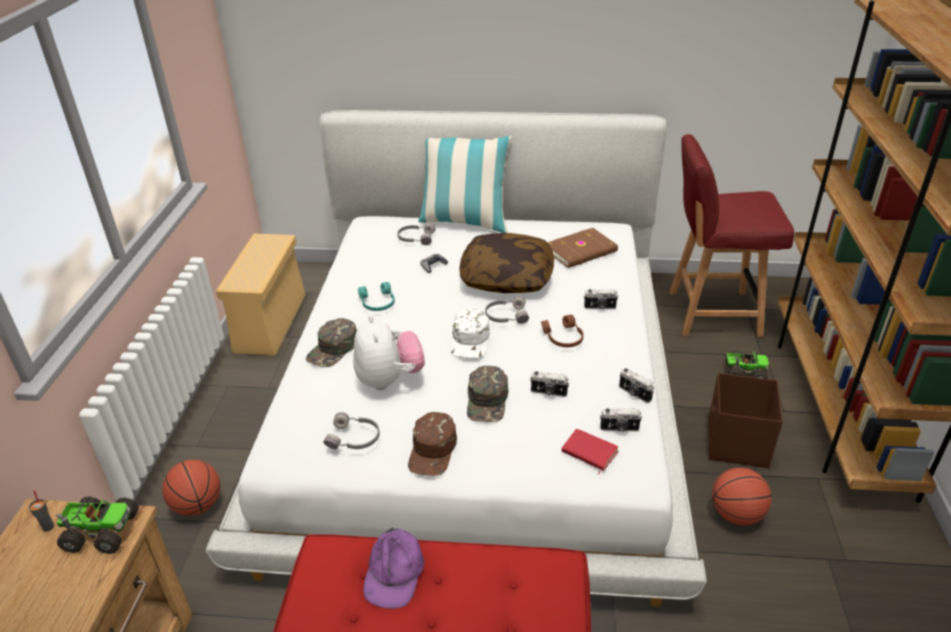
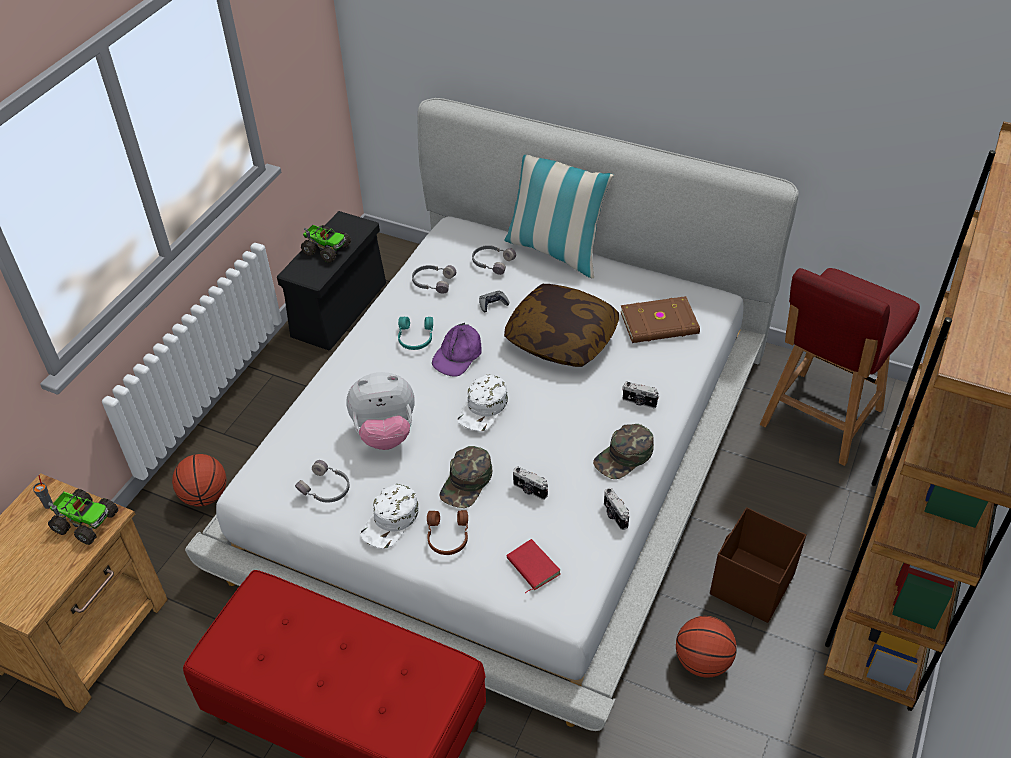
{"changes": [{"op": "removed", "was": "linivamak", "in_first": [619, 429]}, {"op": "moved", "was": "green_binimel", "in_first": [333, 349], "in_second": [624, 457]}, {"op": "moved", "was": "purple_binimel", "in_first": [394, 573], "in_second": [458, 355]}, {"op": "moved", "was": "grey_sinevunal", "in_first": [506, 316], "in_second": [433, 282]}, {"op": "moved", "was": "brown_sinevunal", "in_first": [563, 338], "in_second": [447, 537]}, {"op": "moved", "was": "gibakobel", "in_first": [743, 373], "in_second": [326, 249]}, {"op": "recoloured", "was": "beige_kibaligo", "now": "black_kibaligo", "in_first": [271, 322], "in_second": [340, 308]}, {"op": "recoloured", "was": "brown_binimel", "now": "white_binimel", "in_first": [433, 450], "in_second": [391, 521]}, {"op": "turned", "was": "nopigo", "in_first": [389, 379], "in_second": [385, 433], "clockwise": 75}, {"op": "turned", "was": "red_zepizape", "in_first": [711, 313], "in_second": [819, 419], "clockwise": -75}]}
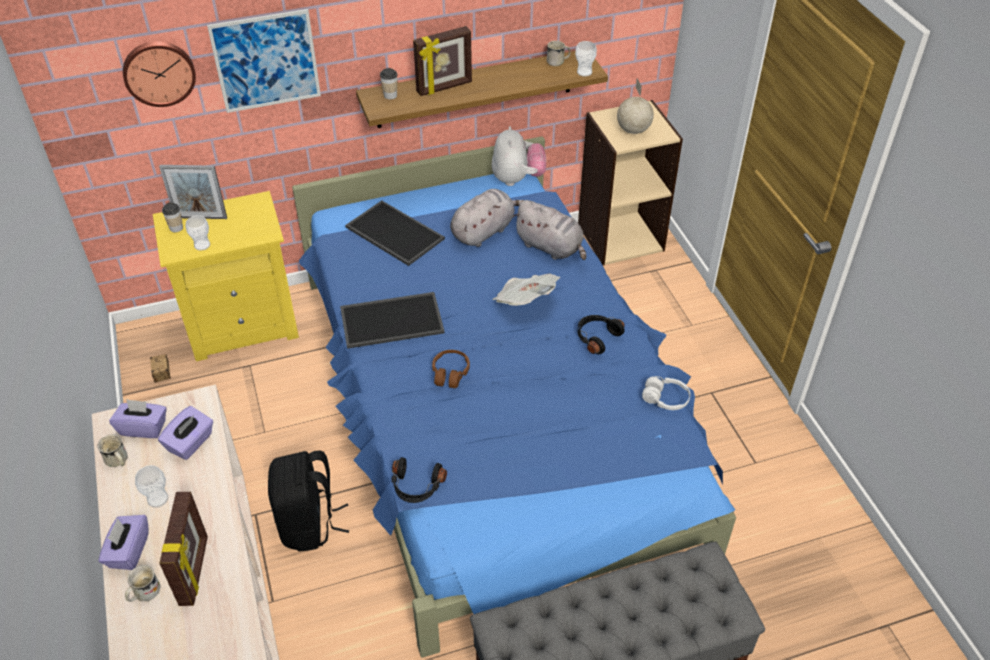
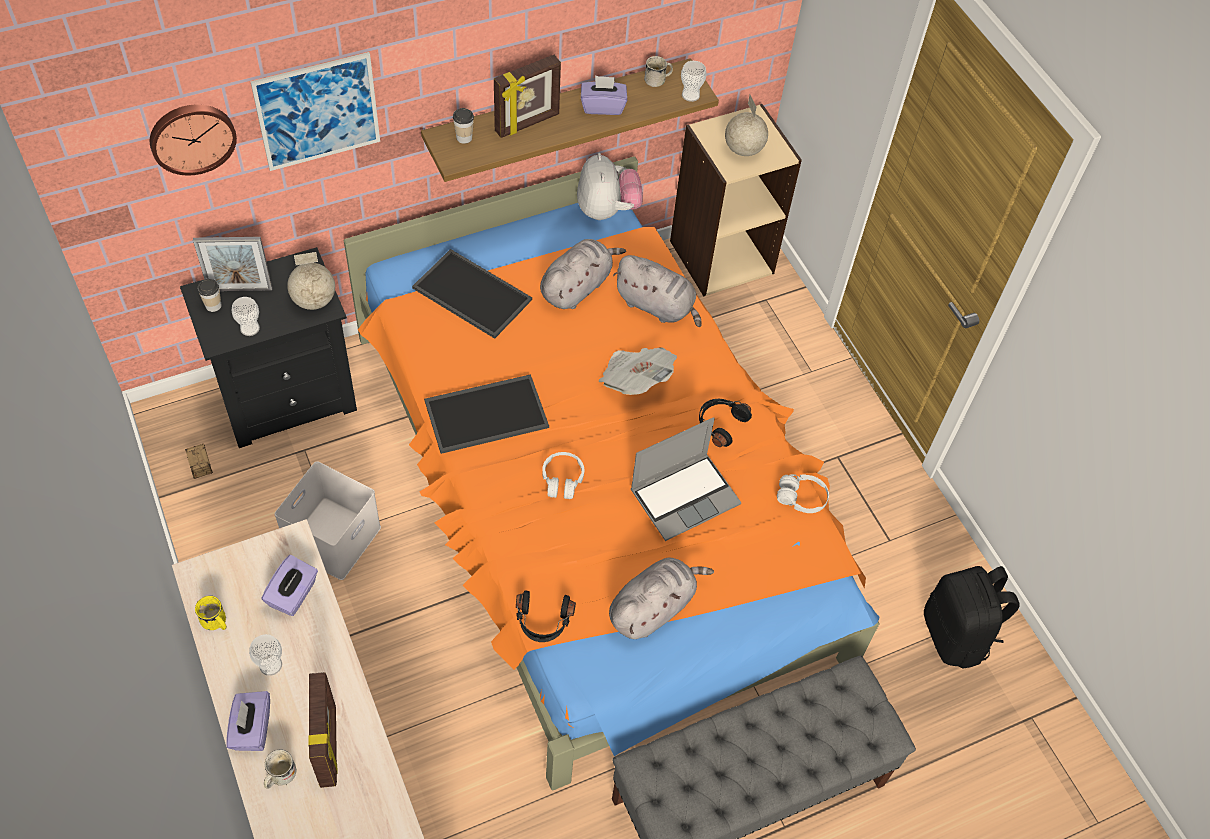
{"changes": [{"op": "added", "now": "white_kibaligo", "in_second": [332, 536]}, {"op": "added", "now": "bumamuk", "in_second": [313, 300]}, {"op": "added", "now": "grey_nopigo", "in_second": [653, 607]}, {"op": "added", "now": "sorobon", "in_second": [685, 496]}, {"op": "moved", "was": "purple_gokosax", "in_first": [143, 428], "in_second": [602, 106]}, {"op": "moved", "was": "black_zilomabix", "in_first": [309, 524], "in_second": [956, 635]}, {"op": "recoloured", "was": "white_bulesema", "now": "yellow_bulesema", "in_first": [118, 461], "in_second": [216, 623]}, {"op": "recoloured", "was": "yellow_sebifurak", "now": "black_sebifurak", "in_first": [243, 325], "in_second": [287, 397]}, {"op": "recoloured", "was": "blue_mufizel", "now": "orange_mufizel", "in_first": [492, 412], "in_second": [595, 495]}, {"op": "recoloured", "was": "brown_sinevunal", "now": "white_sinevunal", "in_first": [450, 373], "in_second": [562, 480]}]}
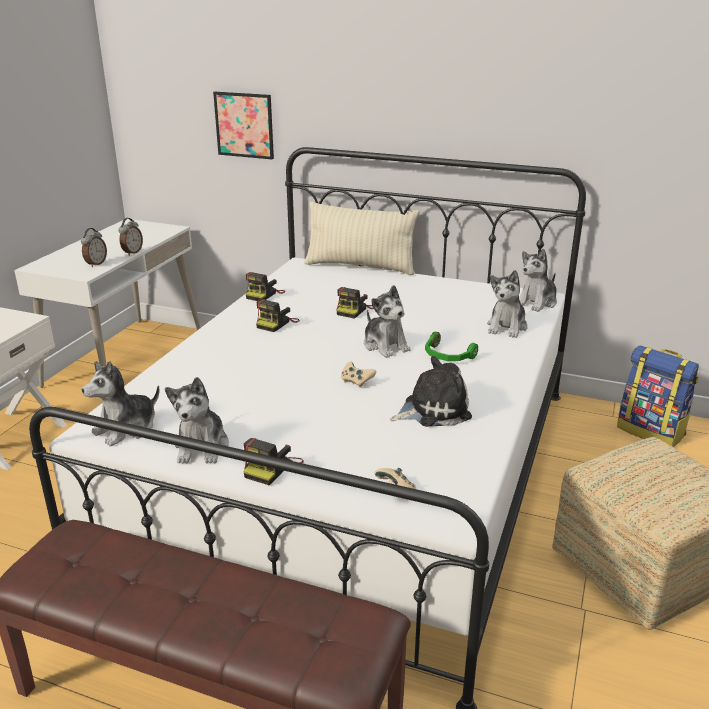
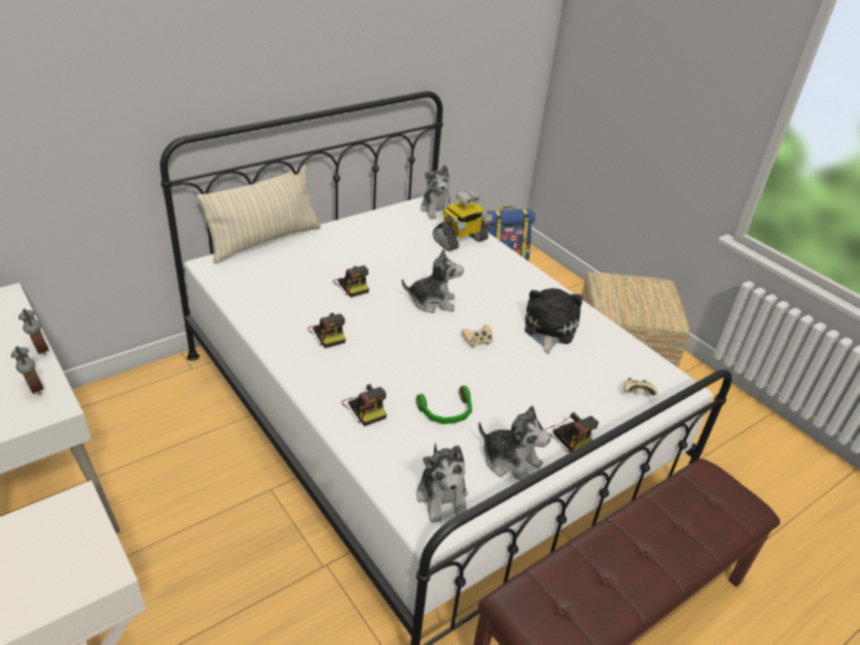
{"changes": [{"op": "removed", "was": "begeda", "in_first": [244, 125]}, {"op": "moved", "was": "linivamak", "in_first": [264, 295], "in_second": [365, 408]}, {"op": "moved", "was": "green_sinevunal", "in_first": [447, 356], "in_second": [446, 412]}, {"op": "replaced", "was": "nopigo", "now": "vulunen", "in_first": [507, 327], "in_second": [460, 240]}]}
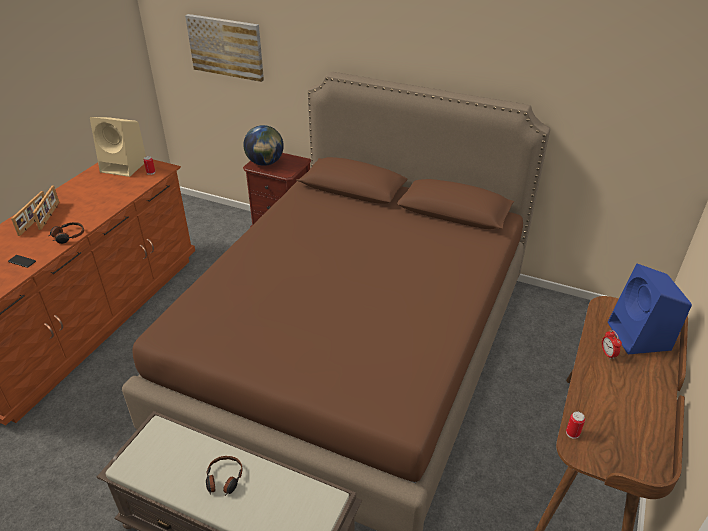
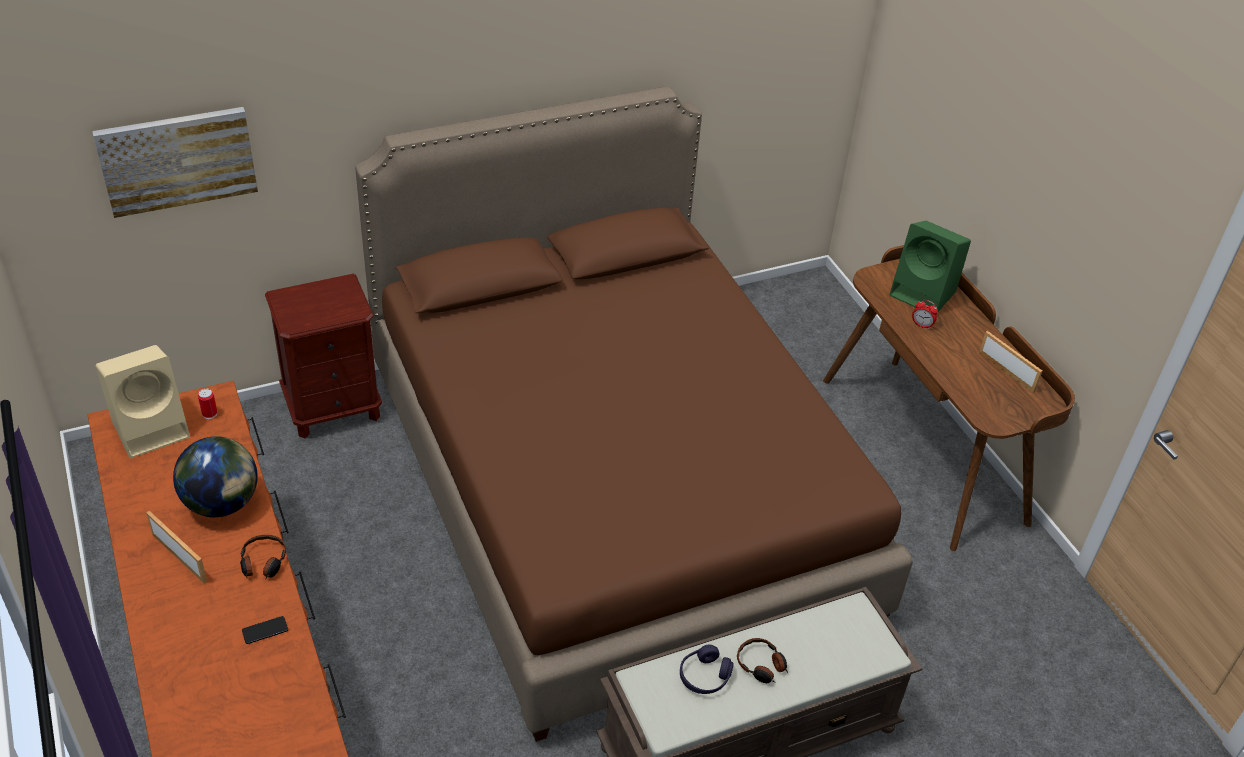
{"changes": [{"op": "removed", "was": "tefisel", "in_first": [572, 433]}, {"op": "added", "now": "purple_sinevunal", "in_second": [704, 676]}, {"op": "moved", "was": "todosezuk", "in_first": [34, 221], "in_second": [1007, 371]}, {"op": "moved", "was": "bumamuk", "in_first": [265, 163], "in_second": [222, 503]}, {"op": "recoloured", "was": "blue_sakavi", "now": "green_sakavi", "in_first": [640, 337], "in_second": [924, 294]}]}
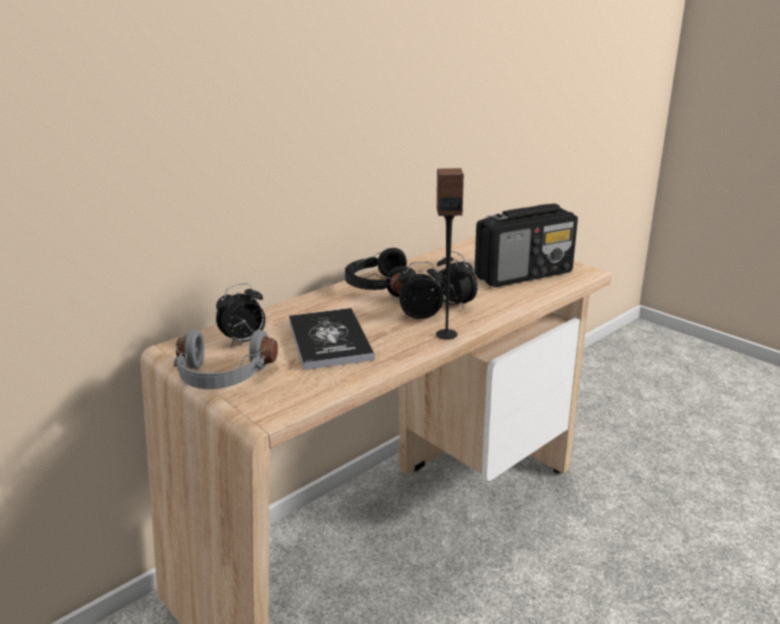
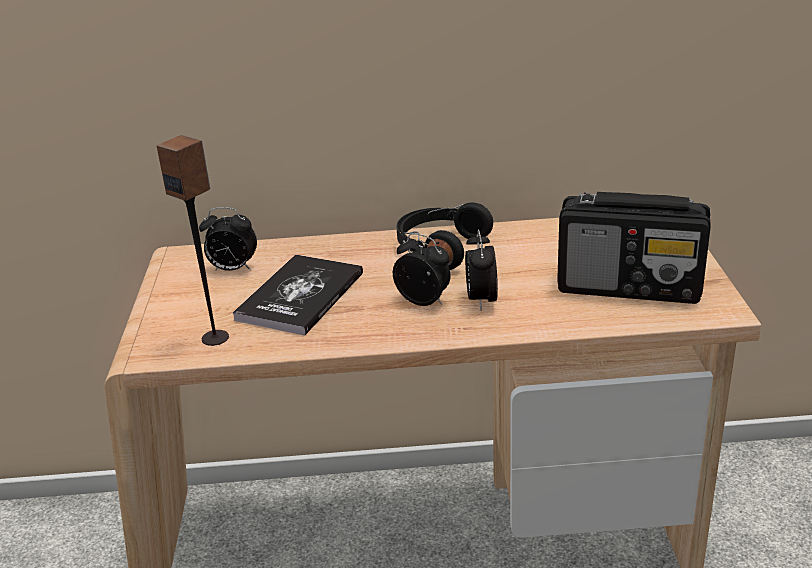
{"changes": [{"op": "removed", "was": "grey_sinevunal", "in_first": [222, 377]}, {"op": "moved", "was": "sakavi", "in_first": [446, 334], "in_second": [215, 338]}]}
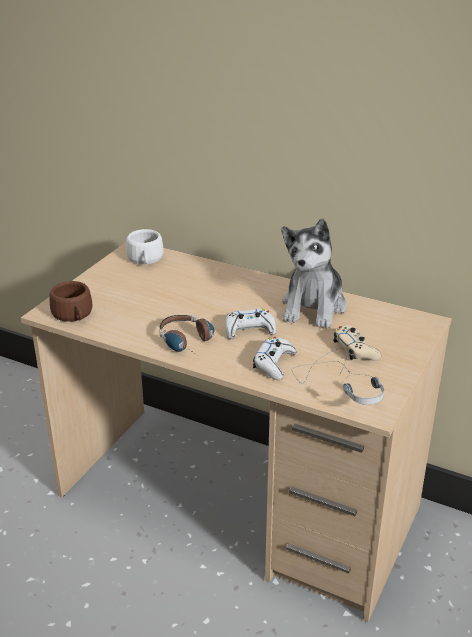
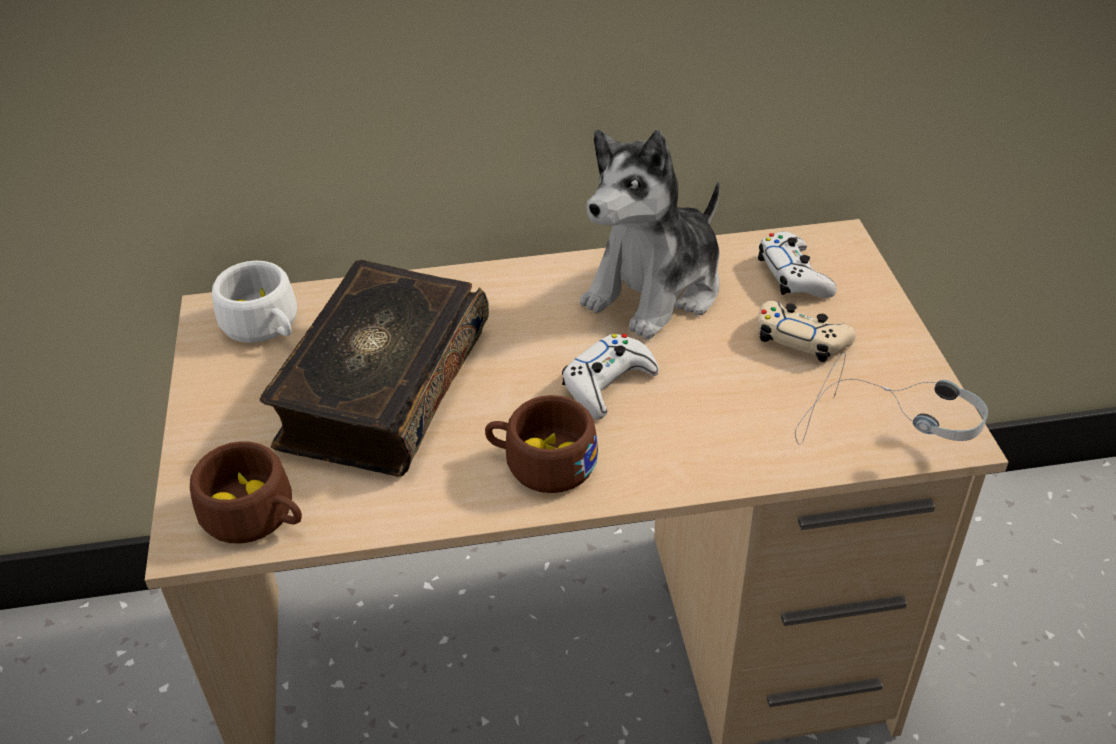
{"changes": [{"op": "added", "now": "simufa", "in_second": [381, 388]}, {"op": "moved", "was": "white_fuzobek", "in_first": [274, 364], "in_second": [794, 276]}, {"op": "replaced", "was": "sinevunal", "now": "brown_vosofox", "in_first": [190, 343], "in_second": [541, 462]}, {"op": "turned", "was": "nopigo", "in_first": [314, 307], "in_second": [656, 290], "clockwise": 60}]}
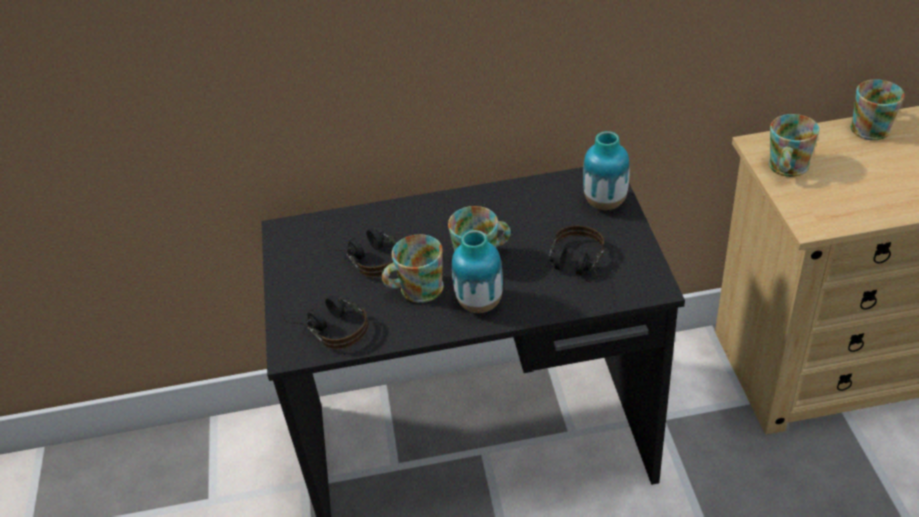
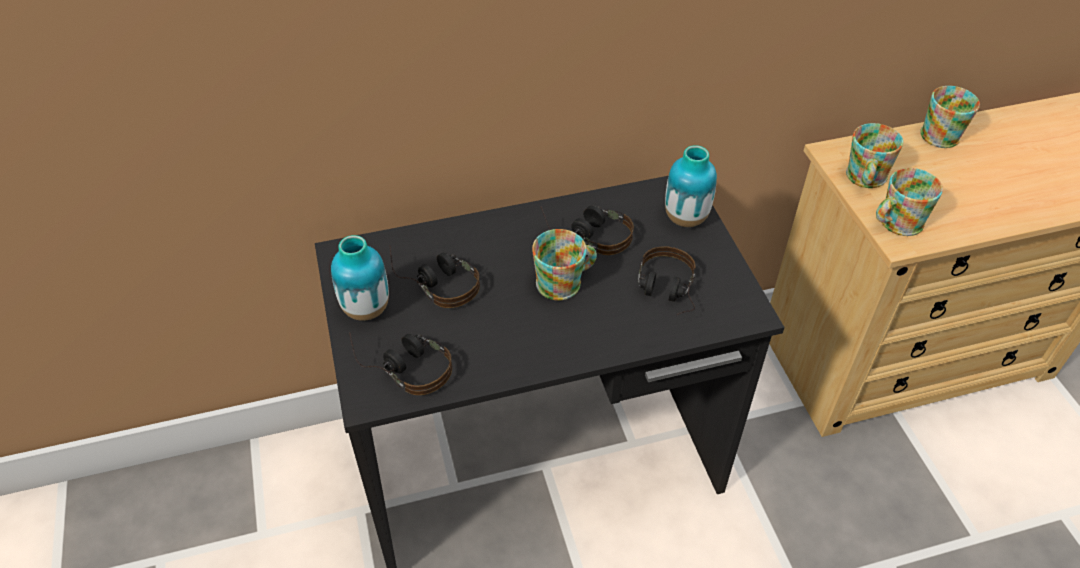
{"changes": [{"op": "added", "now": "sinevunal", "in_second": [587, 234]}, {"op": "moved", "was": "bulesema", "in_first": [415, 289], "in_second": [895, 223]}, {"op": "moved", "was": "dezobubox", "in_first": [479, 303], "in_second": [366, 309]}]}
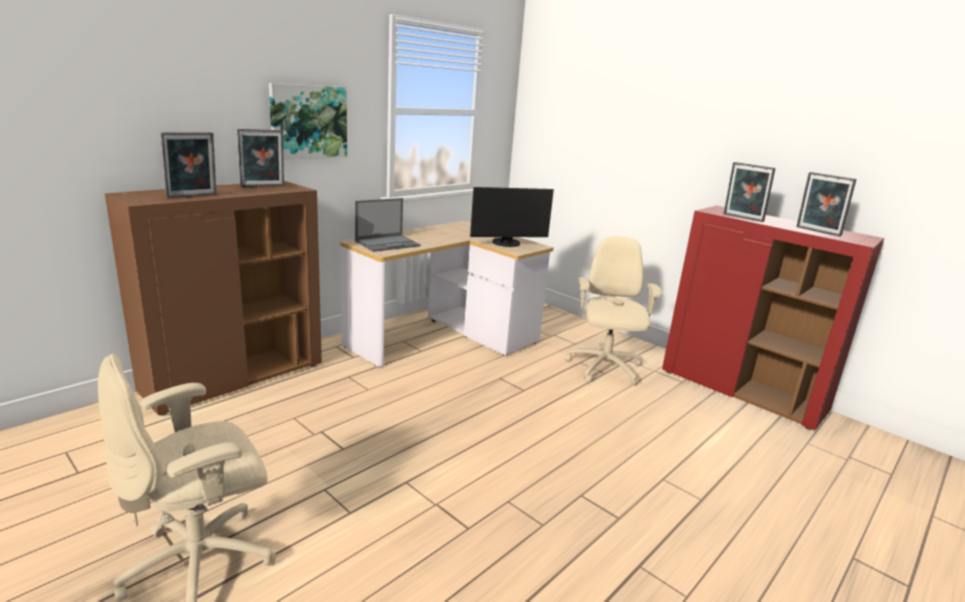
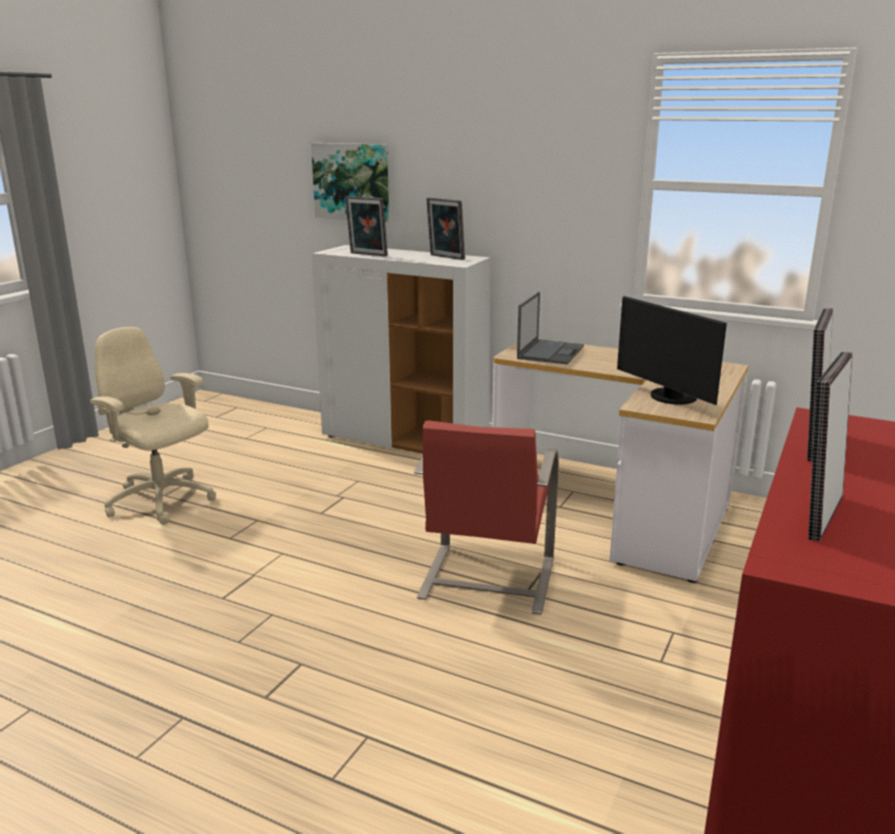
{"changes": [{"op": "removed", "was": "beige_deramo", "in_first": [604, 369]}, {"op": "added", "now": "red_zepizape", "in_second": [486, 580]}, {"op": "moved", "was": "begeda", "in_first": [308, 122], "in_second": [352, 181]}, {"op": "recoloured", "was": "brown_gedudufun", "now": "white_gedudufun", "in_first": [235, 378], "in_second": [405, 441]}, {"op": "turned", "was": "sorobon", "in_first": [388, 243], "in_second": [550, 352], "clockwise": -105}]}
